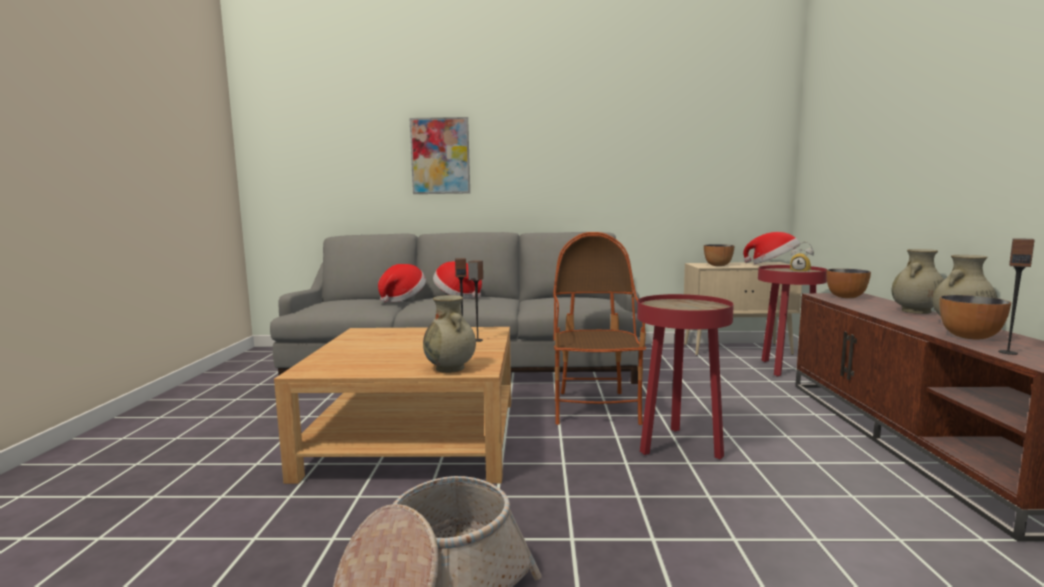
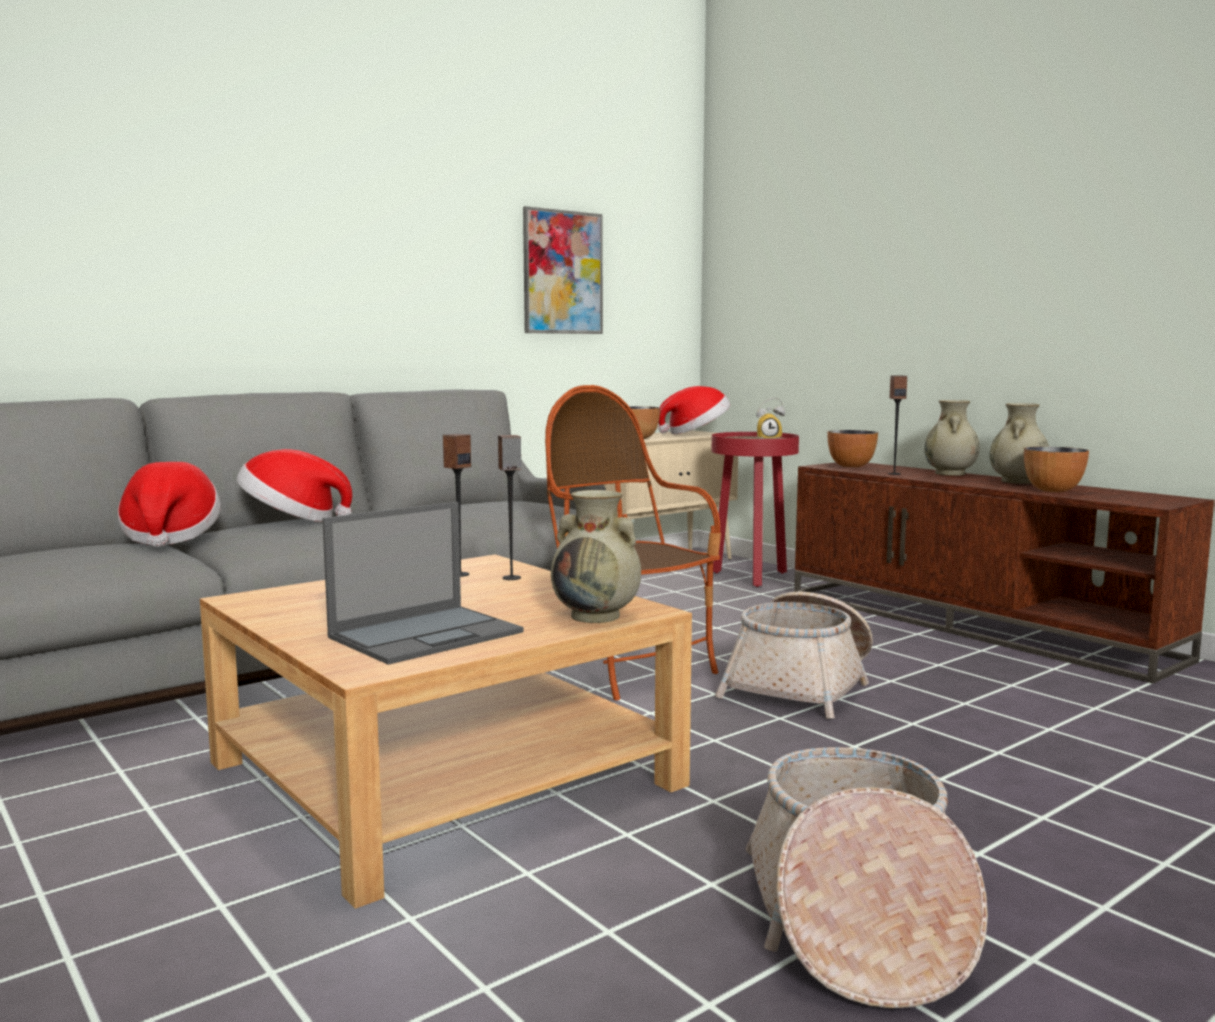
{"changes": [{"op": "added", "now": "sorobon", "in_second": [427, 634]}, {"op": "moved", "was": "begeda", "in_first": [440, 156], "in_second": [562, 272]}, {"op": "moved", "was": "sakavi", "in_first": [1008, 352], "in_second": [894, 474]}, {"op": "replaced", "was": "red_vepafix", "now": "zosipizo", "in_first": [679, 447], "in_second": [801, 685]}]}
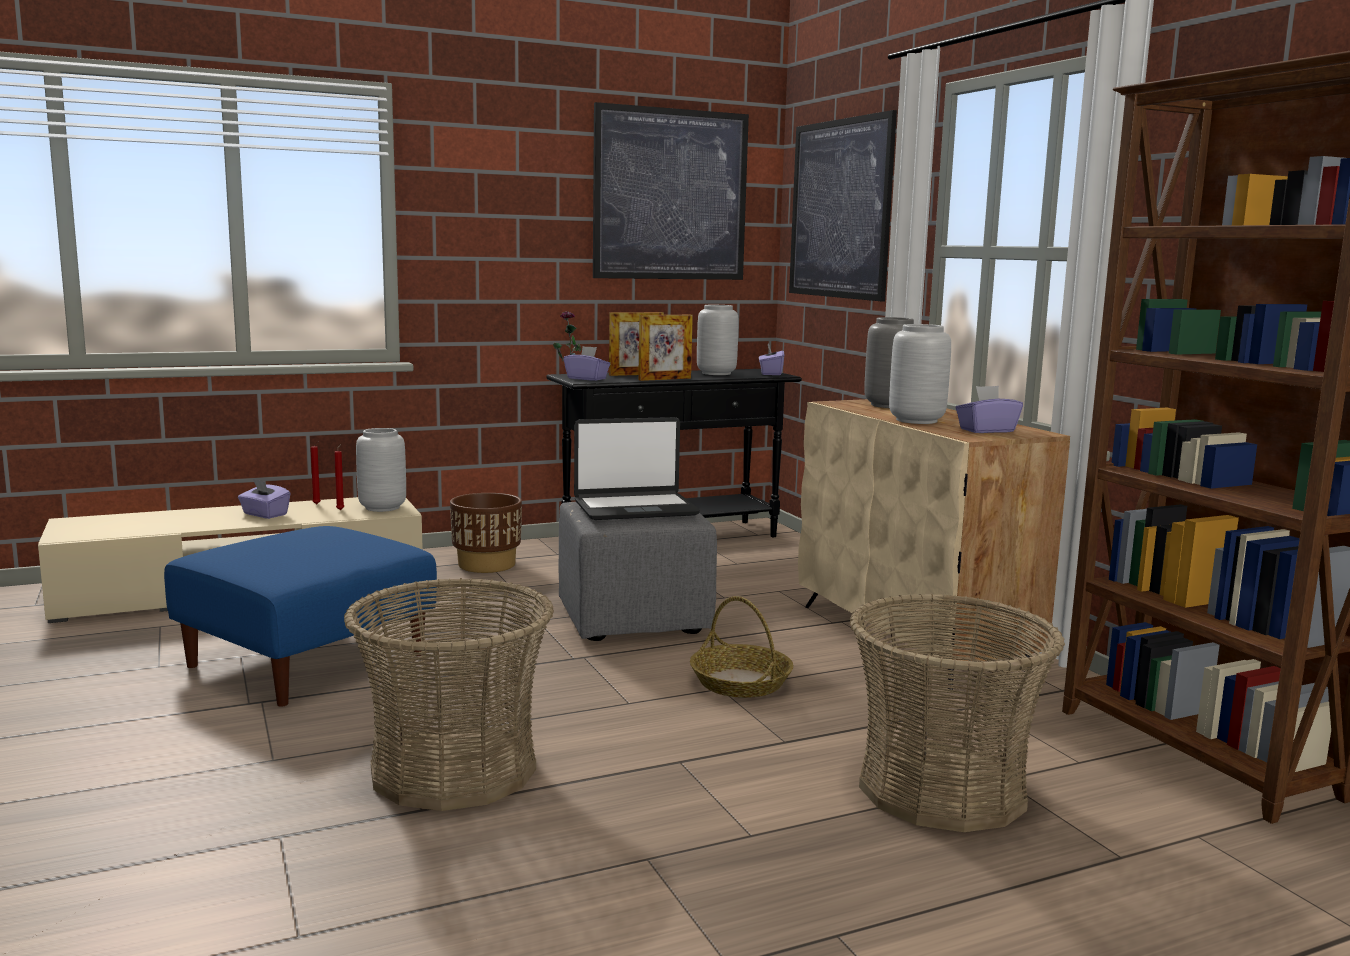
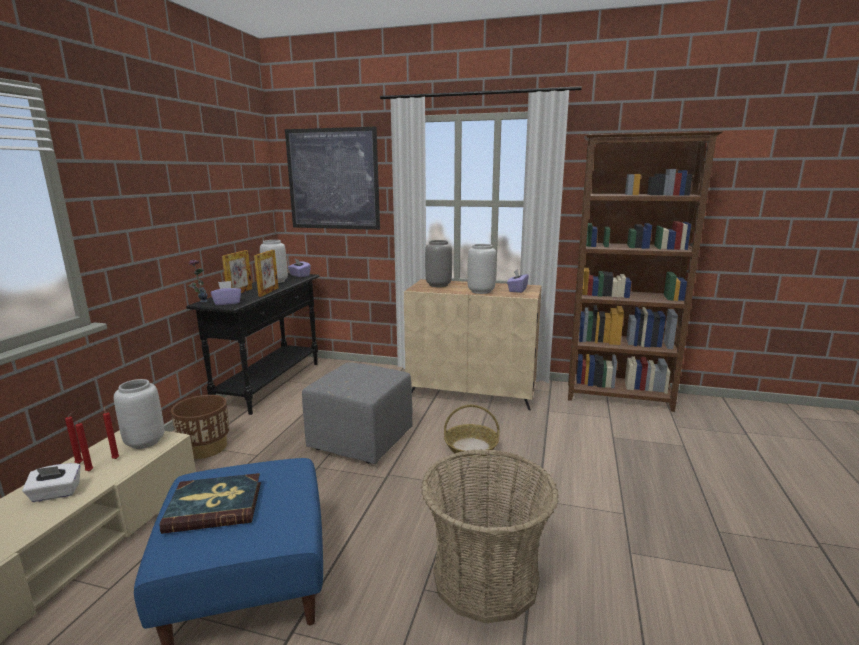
{"changes": [{"op": "removed", "was": "sorobon", "in_first": [635, 508]}, {"op": "removed", "was": "begeda", "in_first": [670, 195]}, {"op": "removed", "was": "zosipizo", "in_first": [942, 788]}, {"op": "added", "now": "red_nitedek", "in_second": [89, 472]}, {"op": "added", "now": "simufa", "in_second": [215, 506]}, {"op": "recoloured", "was": "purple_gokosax", "now": "white_gokosax", "in_first": [264, 514], "in_second": [56, 494]}]}
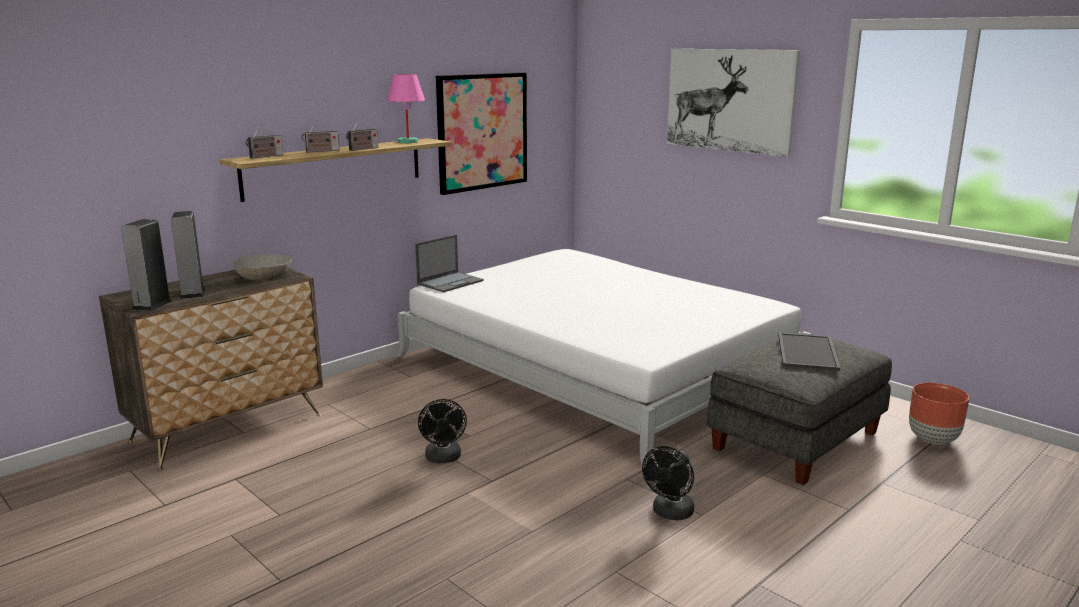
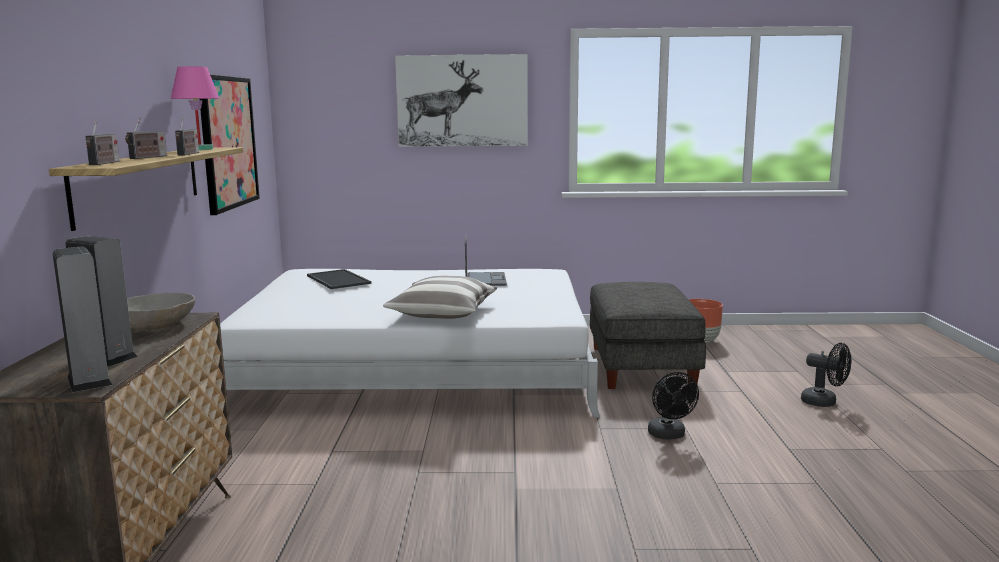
{"changes": [{"op": "added", "now": "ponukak", "in_second": [442, 313]}, {"op": "moved", "was": "sorobon", "in_first": [450, 282], "in_second": [485, 279]}, {"op": "moved", "was": "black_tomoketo", "in_first": [443, 459], "in_second": [824, 402]}, {"op": "moved", "was": "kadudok", "in_first": [805, 351], "in_second": [337, 279]}]}
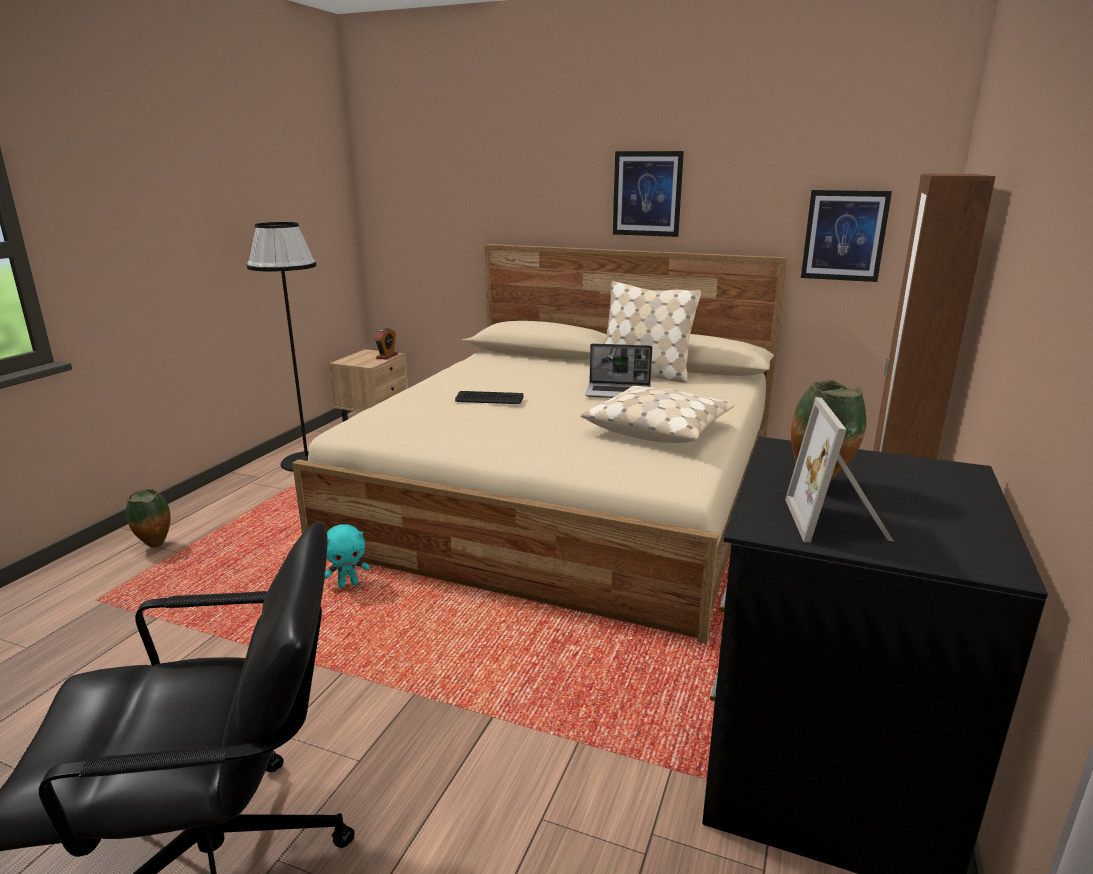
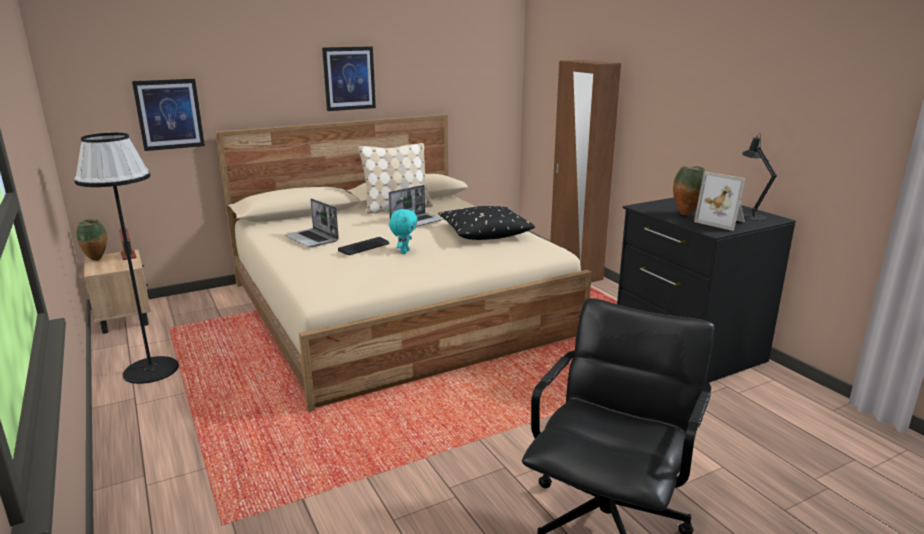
{"changes": [{"op": "added", "now": "sorobon", "in_second": [312, 239]}, {"op": "added", "now": "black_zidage", "in_second": [750, 216]}, {"op": "moved", "was": "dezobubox", "in_first": [156, 546], "in_second": [97, 260]}, {"op": "moved", "was": "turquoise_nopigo", "in_first": [348, 584], "in_second": [404, 252]}, {"op": "moved", "was": "begeda", "in_first": [844, 235], "in_second": [169, 114]}, {"op": "recoloured", "was": "beige_ponukak", "now": "black_ponukak", "in_first": [658, 428], "in_second": [484, 232]}]}
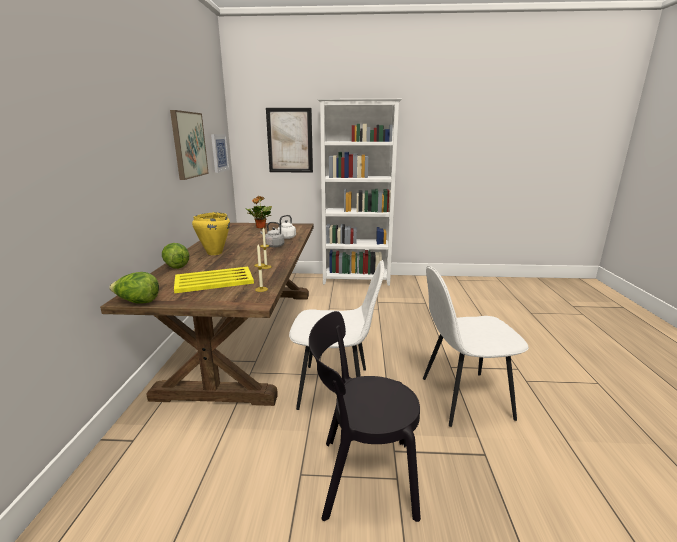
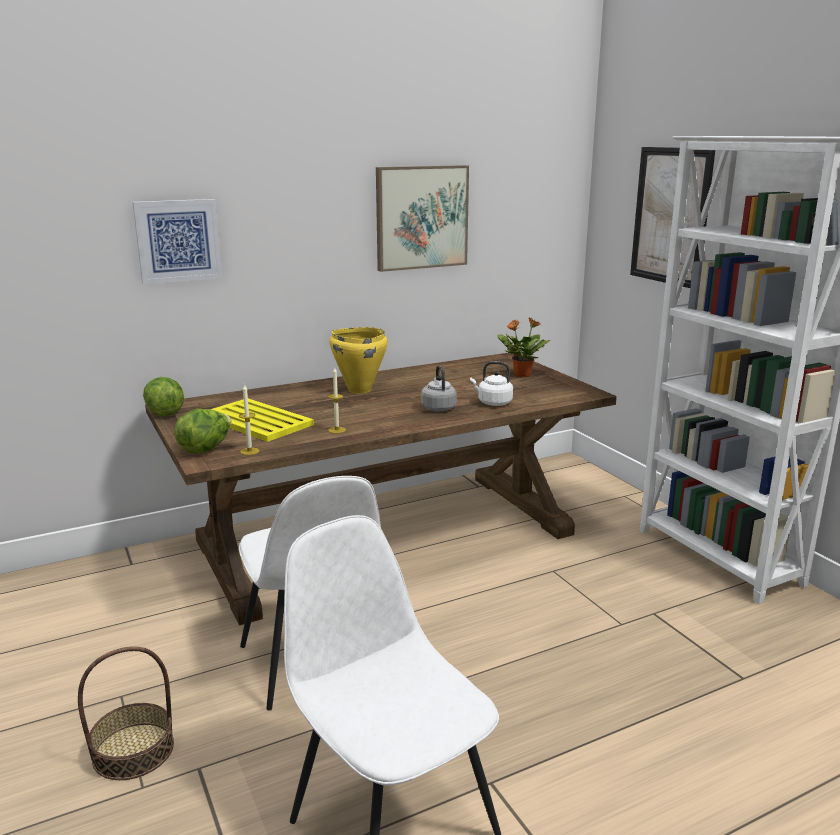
{"changes": [{"op": "moved", "was": "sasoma", "in_first": [176, 266], "in_second": [206, 448]}, {"op": "moved", "was": "begeda", "in_first": [219, 152], "in_second": [178, 240]}, {"op": "replaced", "was": "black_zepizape", "now": "zosipizo", "in_first": [361, 477], "in_second": [133, 750]}]}
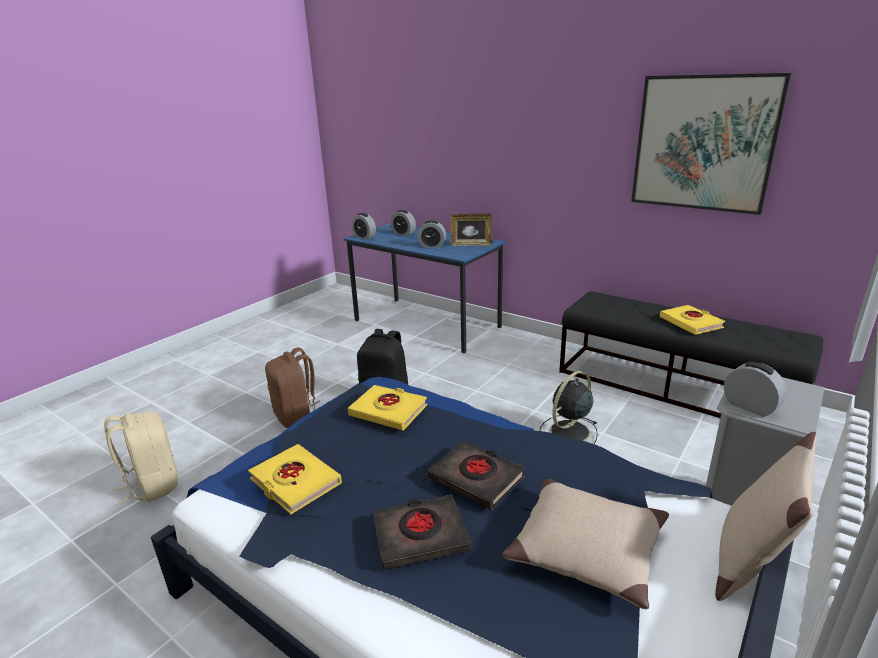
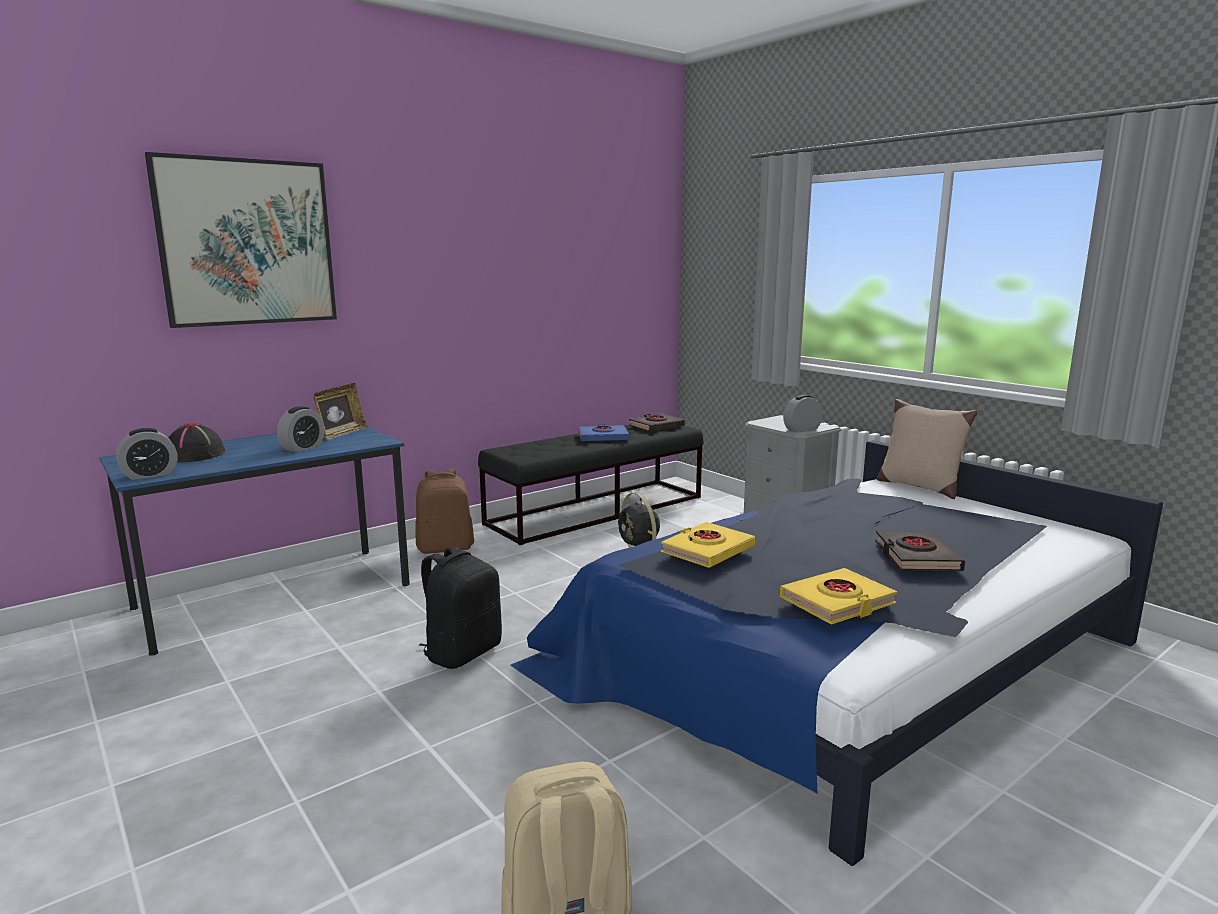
{"changes": [{"op": "removed", "was": "beige_ponukak", "in_first": [587, 549]}, {"op": "moved", "was": "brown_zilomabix", "in_first": [297, 417], "in_second": [445, 548]}, {"op": "moved", "was": "black_simufa", "in_first": [476, 478], "in_second": [656, 426]}, {"op": "moved", "was": "begeda", "in_first": [703, 143], "in_second": [247, 243]}, {"op": "replaced", "was": "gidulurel", "now": "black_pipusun", "in_first": [403, 233], "in_second": [195, 455]}, {"op": "recoloured", "was": "yellow_simufa", "now": "blue_simufa", "in_first": [691, 323], "in_second": [603, 437]}]}
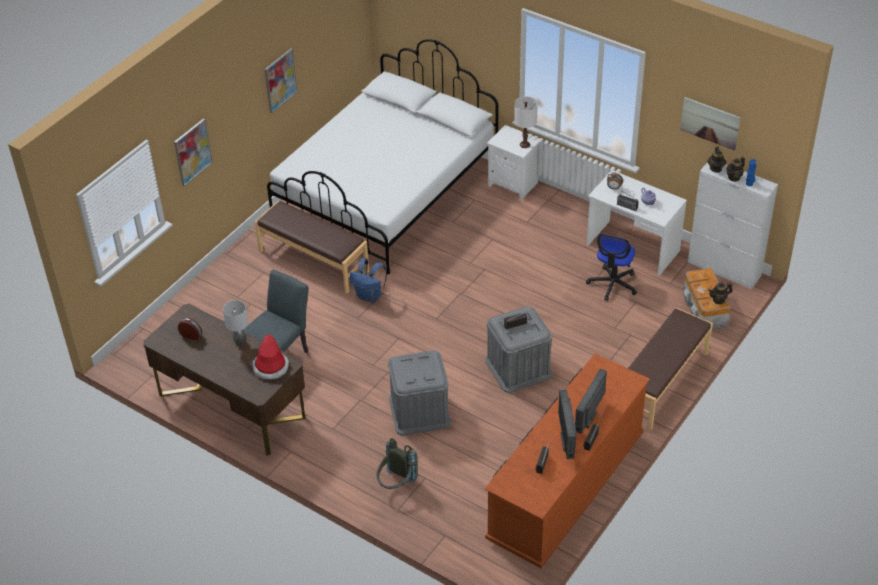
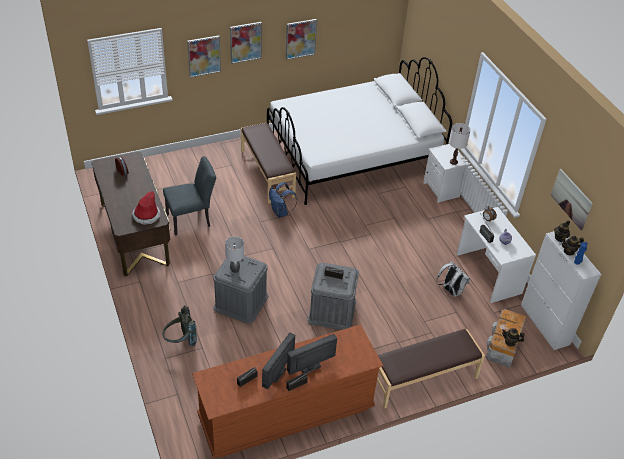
{"changes": [{"op": "added", "now": "begeda", "in_second": [245, 42]}, {"op": "moved", "was": "grey_zidage", "in_first": [239, 342], "in_second": [234, 270]}, {"op": "replaced", "was": "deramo", "now": "white_zilomabix", "in_first": [612, 284], "in_second": [450, 291]}]}
